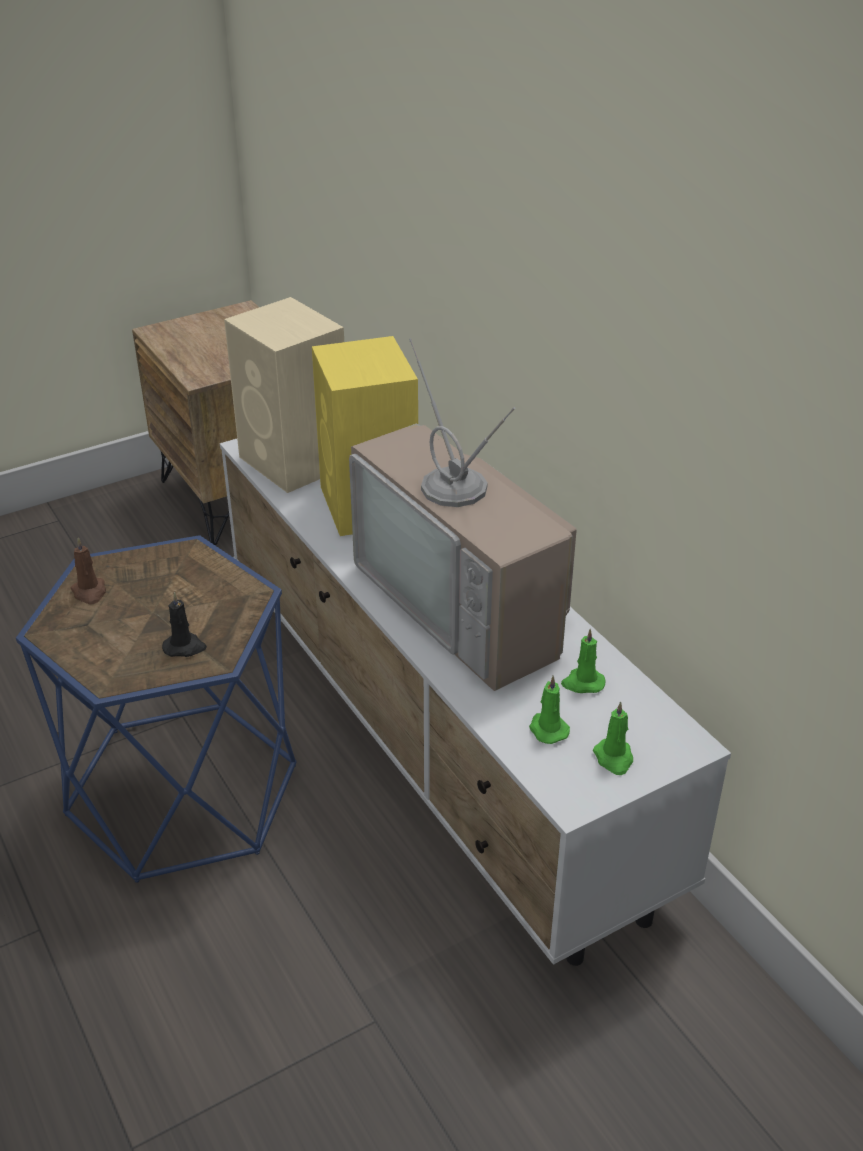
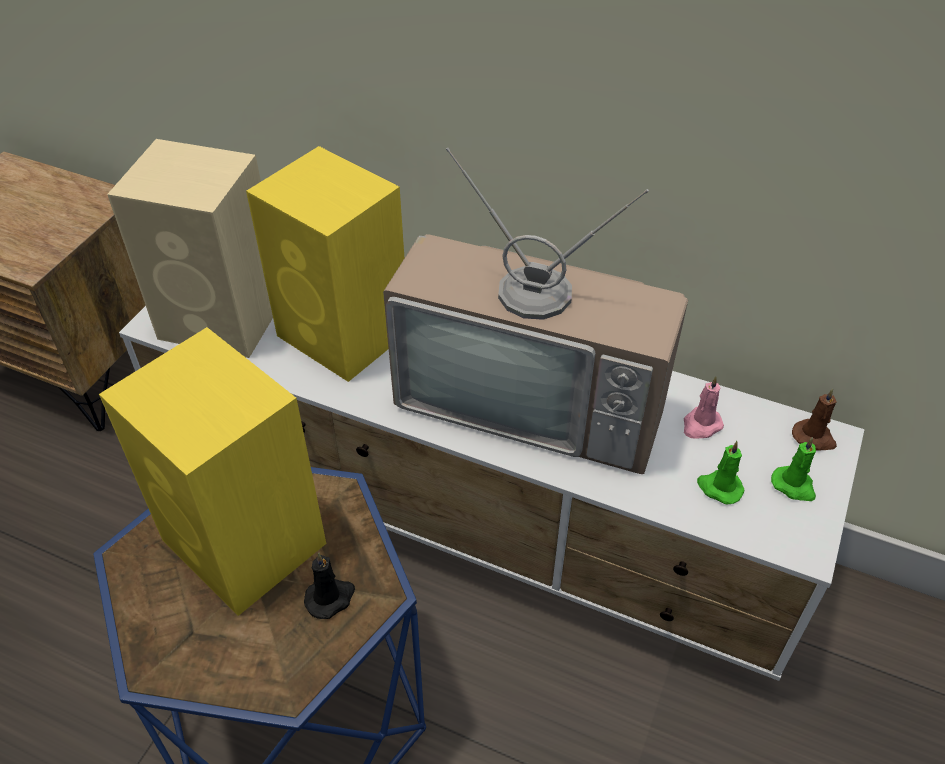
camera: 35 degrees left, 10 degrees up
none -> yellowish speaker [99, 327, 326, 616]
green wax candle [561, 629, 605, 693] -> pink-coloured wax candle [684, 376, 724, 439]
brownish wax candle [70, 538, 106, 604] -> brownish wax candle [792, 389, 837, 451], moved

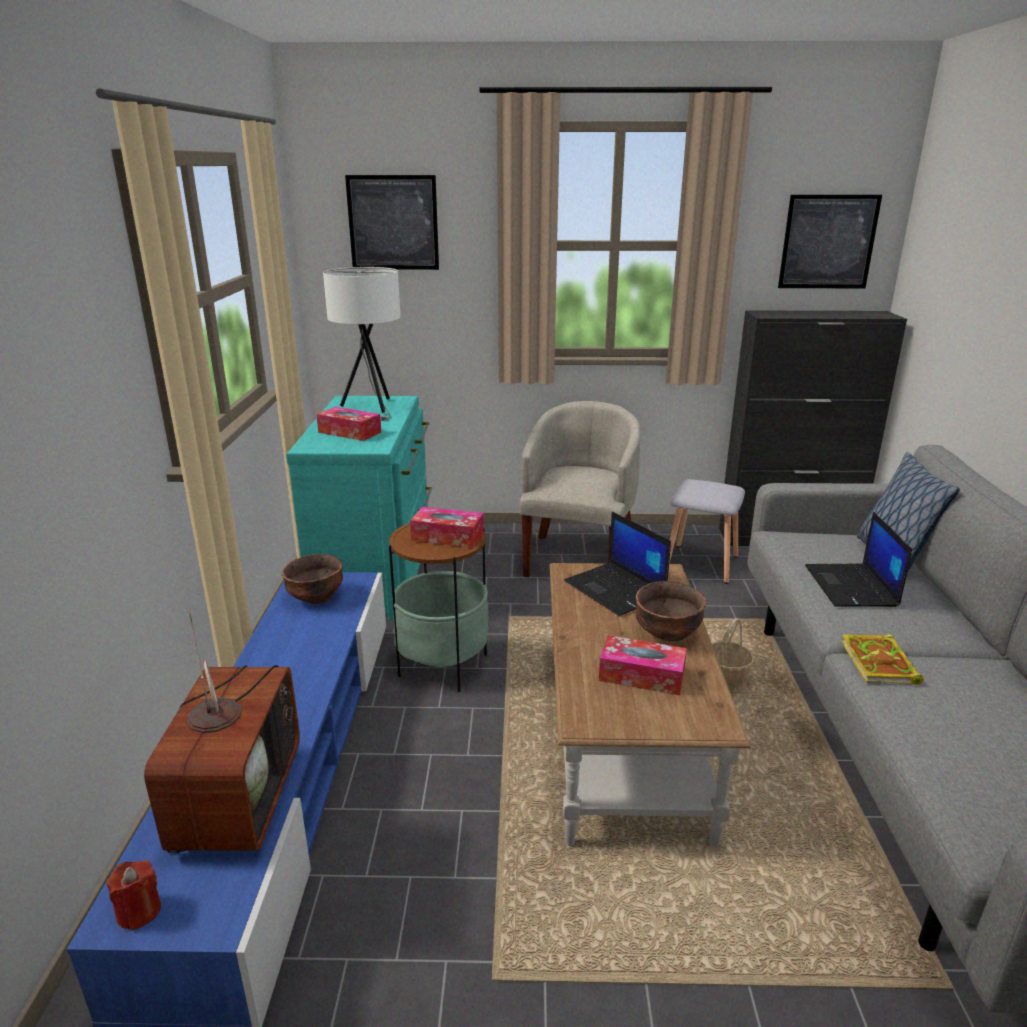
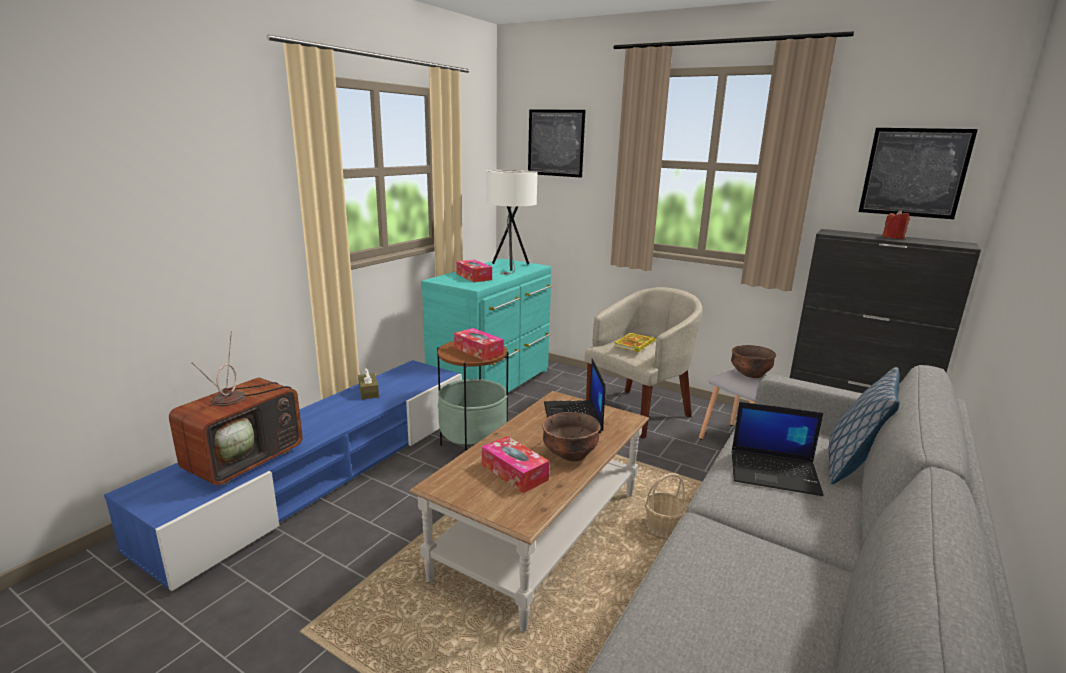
camera: 30 degrees right, 5 degrees down
none -> brownish tissue box [358, 367, 379, 400]
volume [841, 634, 924, 685] -> volume [614, 333, 655, 352], moved
brownish deep dish [282, 554, 343, 604] -> brownish deep dish [731, 345, 776, 378], moved
laptop [805, 512, 912, 607] -> laptop [731, 402, 824, 496], 105 degrees counterclockwise
red wax candle [107, 860, 161, 931] -> red wax candle [882, 210, 910, 239], moved

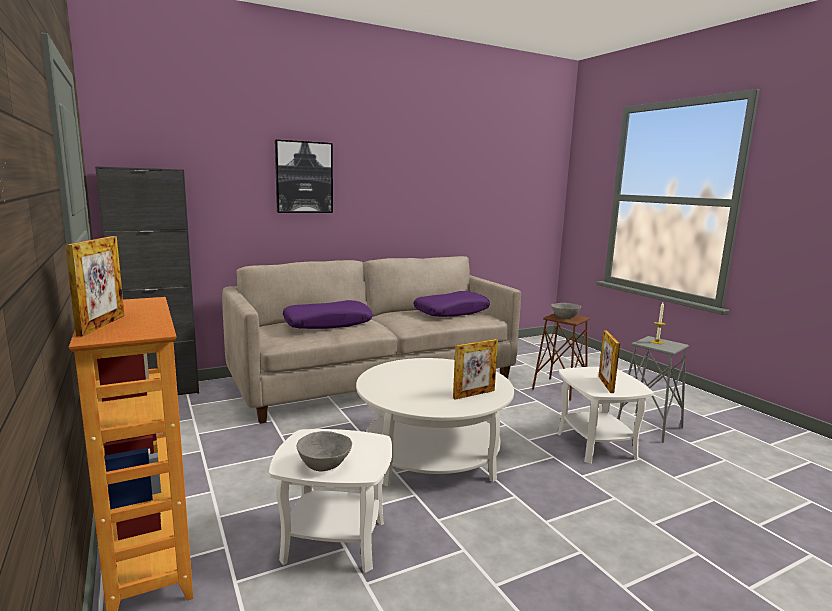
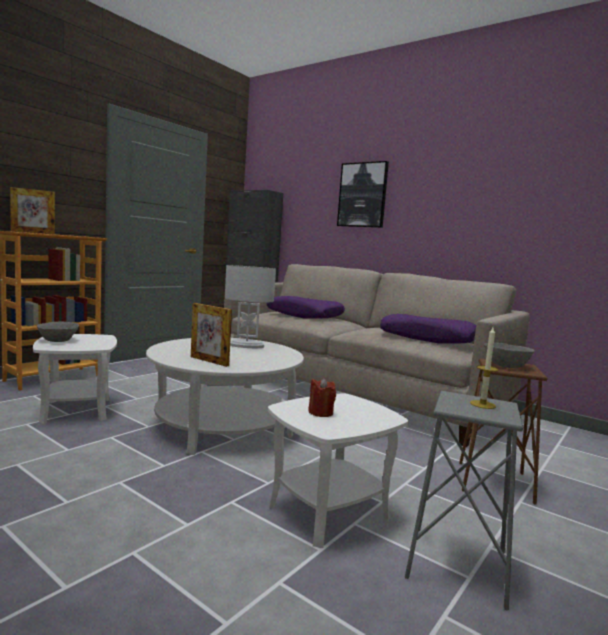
camera: 65 degrees right, 5 degrees down
none -> whitish table lamp [225, 265, 276, 348]
picture frame [598, 331, 620, 393] -> red wax candle [308, 378, 336, 417]

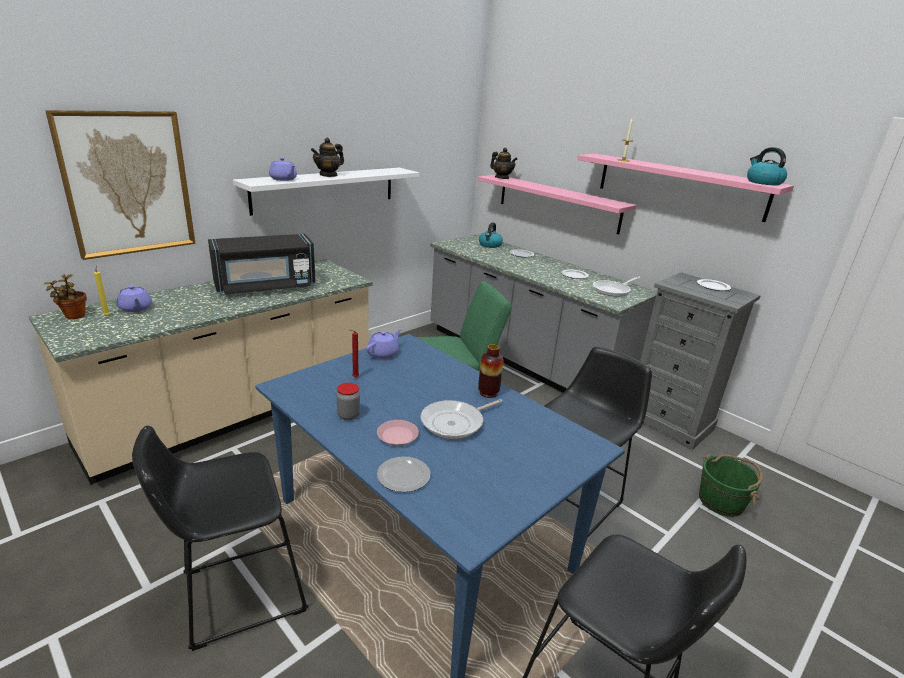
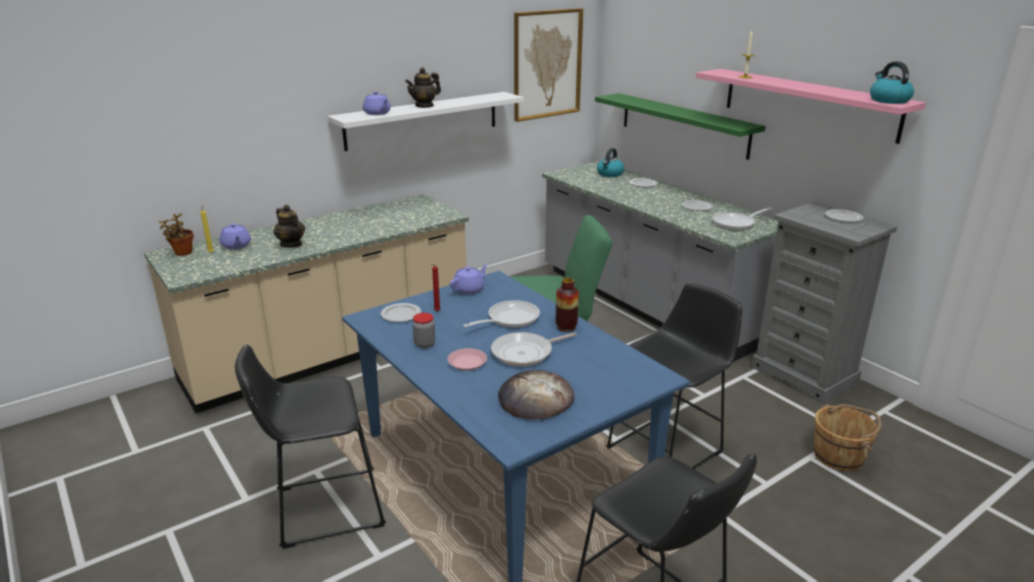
camera: 10 degrees right, 0 degrees up
tea pot [490, 148, 517, 179] -> tea pot [274, 205, 305, 248], moved
dinner plate [377, 456, 430, 492] -> dinner plate [381, 303, 421, 322], moved
none -> frying pan [463, 300, 540, 328]
none -> baked bread [498, 370, 575, 420]
wall picture [45, 110, 196, 260] -> wall picture [514, 8, 583, 122], moved
pink-coloured wall shelf [478, 175, 637, 235] -> green wall shelf [595, 93, 766, 160]
green water bucket [699, 454, 763, 517] -> brownish water bucket [814, 404, 882, 471]
black microwave oven [208, 234, 316, 294] -> none

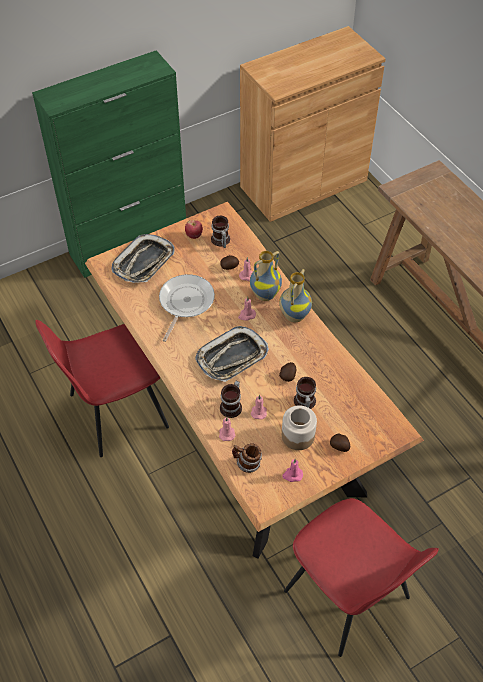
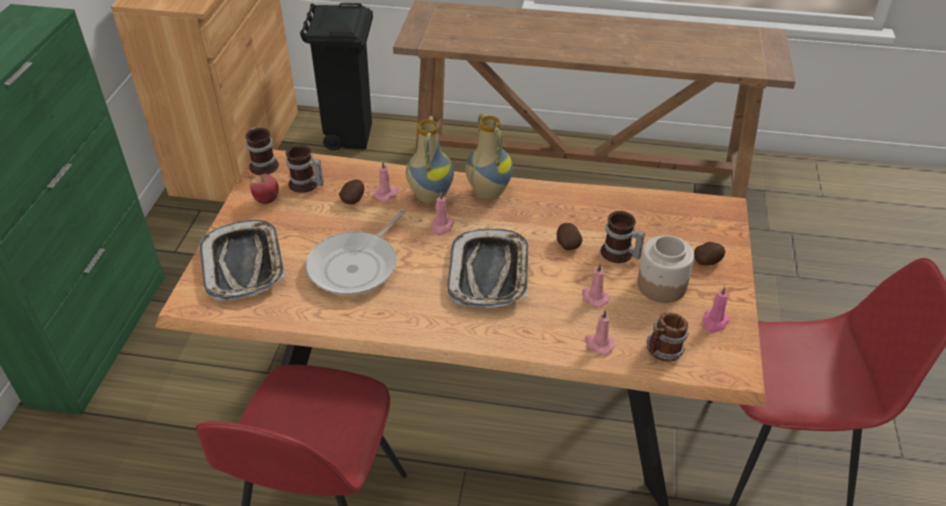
camera: 50 degrees left, 10 degrees down
mug [220, 381, 242, 418] -> mug [245, 127, 279, 175], moved
none -> black rubbish bin [300, 3, 373, 151]
frying pan [159, 274, 215, 342] -> frying pan [306, 209, 406, 295], 120 degrees counterclockwise

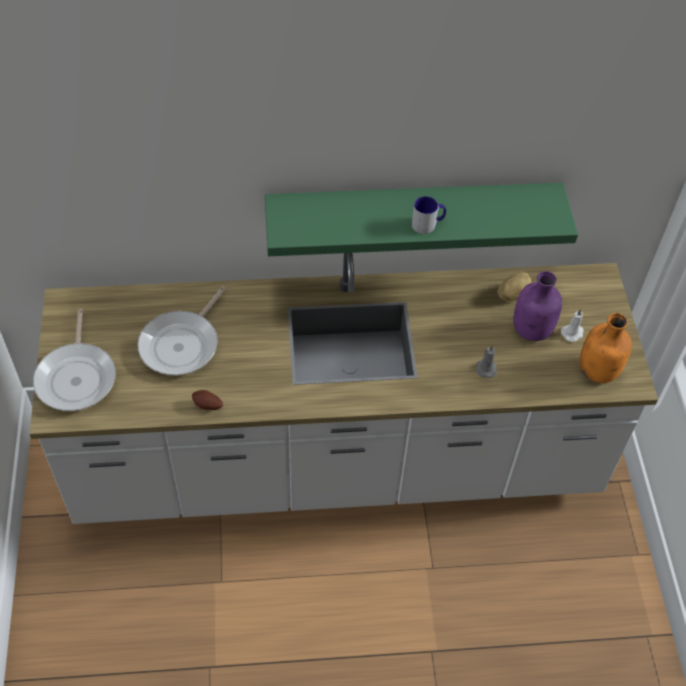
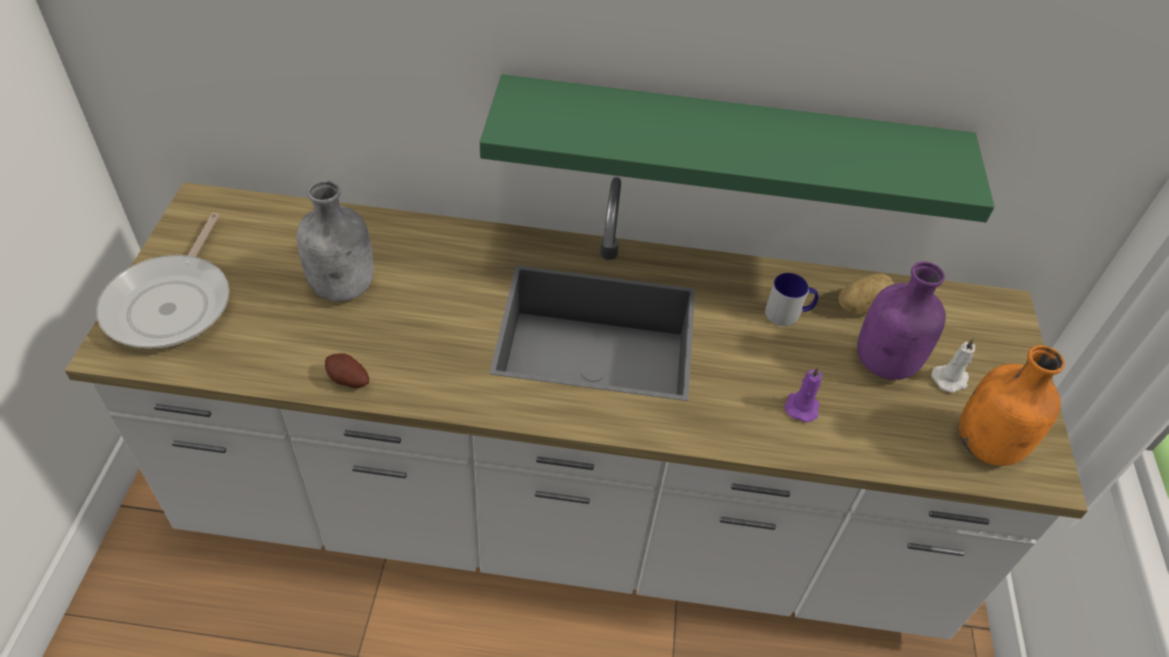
camera: 10 degrees right, 5 degrees down
frying pan [138, 286, 226, 375] -> gray beverage bottle [296, 180, 373, 301]
mug [412, 196, 446, 234] -> mug [765, 273, 818, 326], moved
gray wax candle [476, 345, 497, 378] -> purple wax candle [784, 365, 822, 422]

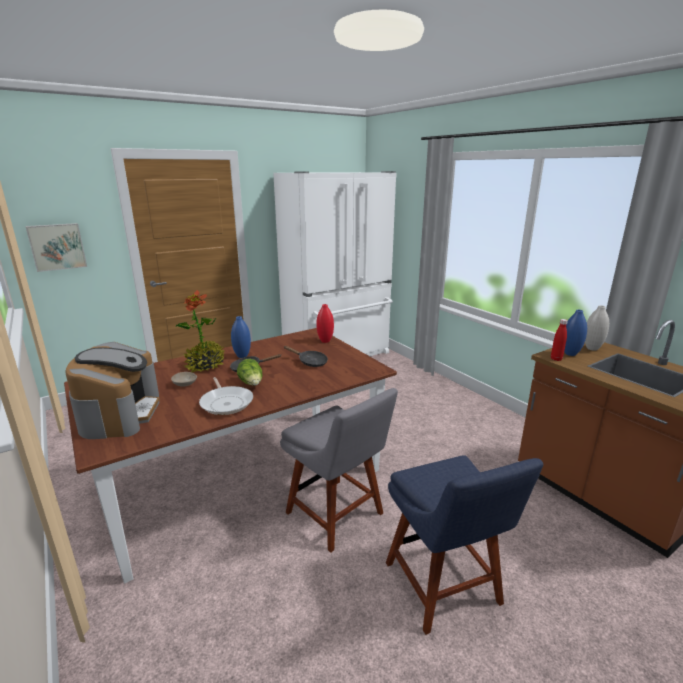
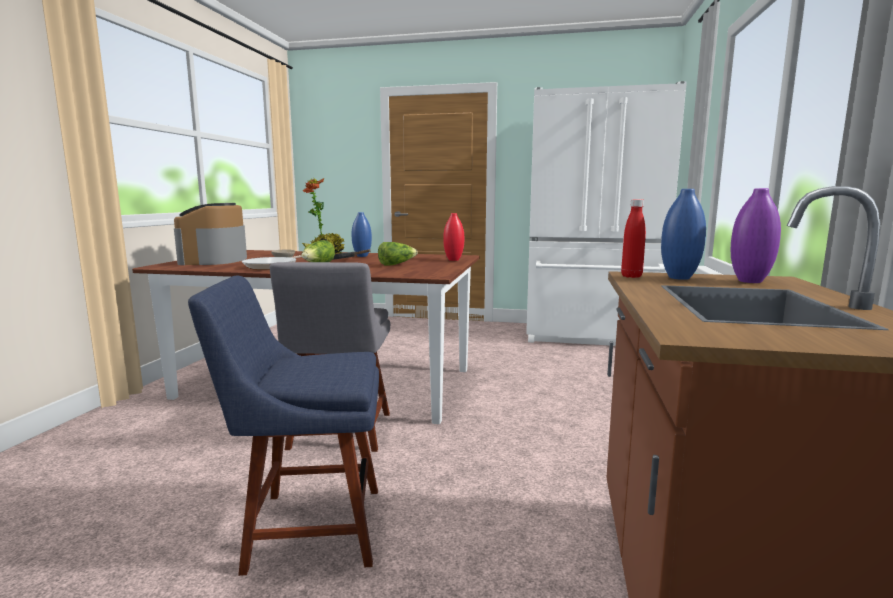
camera: 45 degrees right, 10 degrees down
coffee brewer [65, 342, 160, 439] -> coffee brewer [174, 203, 247, 265], 135 degrees clockwise
blue-coloured upright chair [386, 455, 543, 635] -> blue-coloured upright chair [188, 276, 379, 576], 60 degrees clockwise
black frying pan [284, 346, 328, 367] -> head of lettuce [378, 242, 418, 266]
whitish decorative vase [585, 305, 609, 351] -> purple decorative vase [731, 188, 781, 283]
wall picture [26, 223, 87, 272] -> none

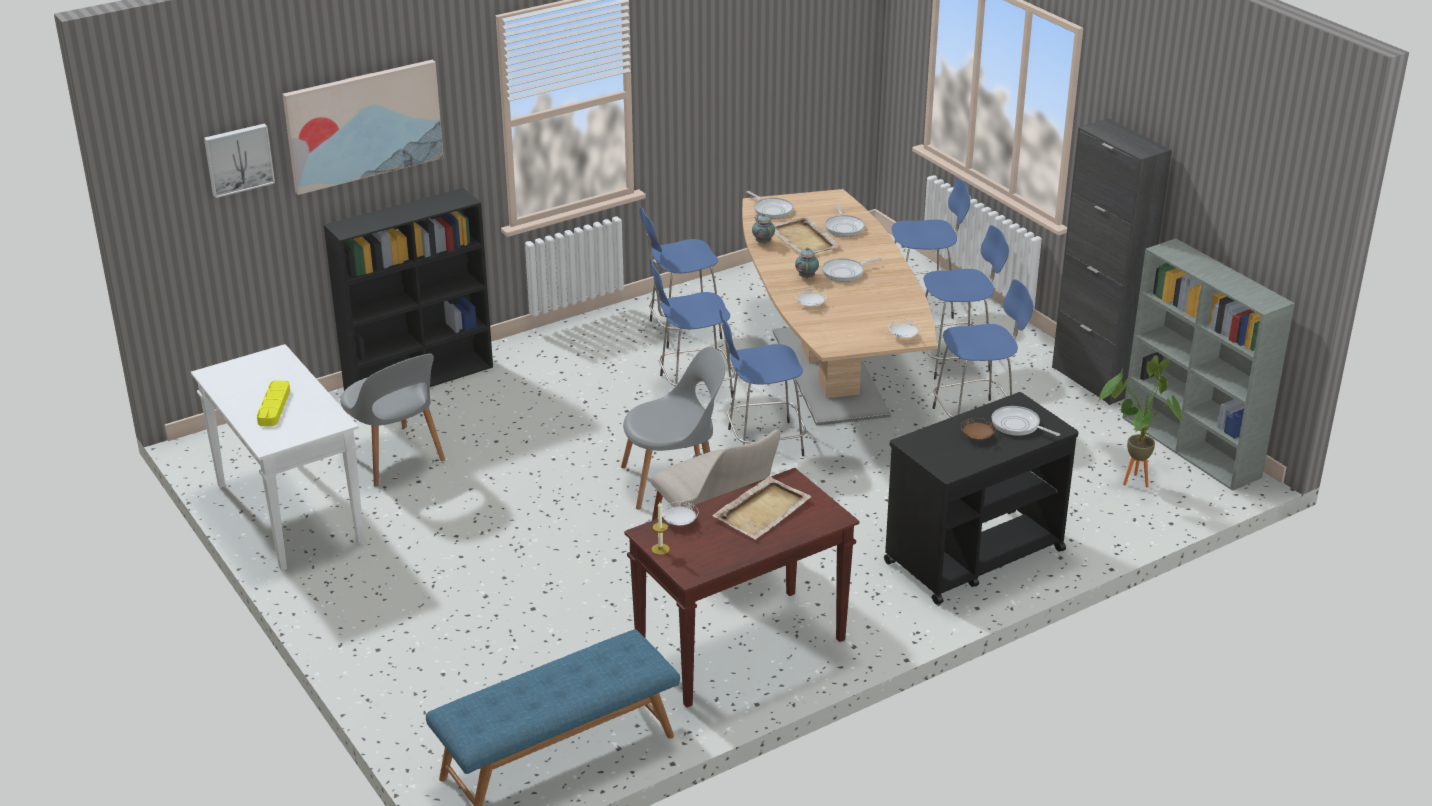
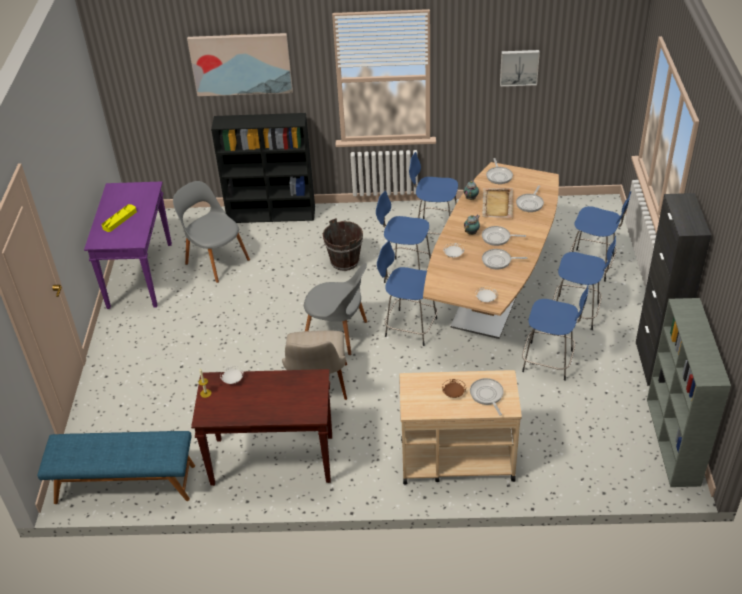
camera: 35 degrees right, 10 degrees up
whitish narrow table [191, 344, 364, 571] -> purple narrow table [84, 181, 172, 309]
gray upright chair [340, 354, 445, 487] -> gray upright chair [173, 181, 250, 283], 135 degrees clockwise
none -> brownish water bucket [323, 218, 363, 271]
black cart [884, 392, 1079, 604] -> beige cart [399, 370, 522, 484]
none -> frying pan [482, 249, 527, 270]
wall picture [204, 124, 275, 198] -> wall picture [500, 50, 540, 87], moved
beige serving tray [712, 476, 812, 540] -> none
potted plant [1098, 356, 1182, 488] -> none

